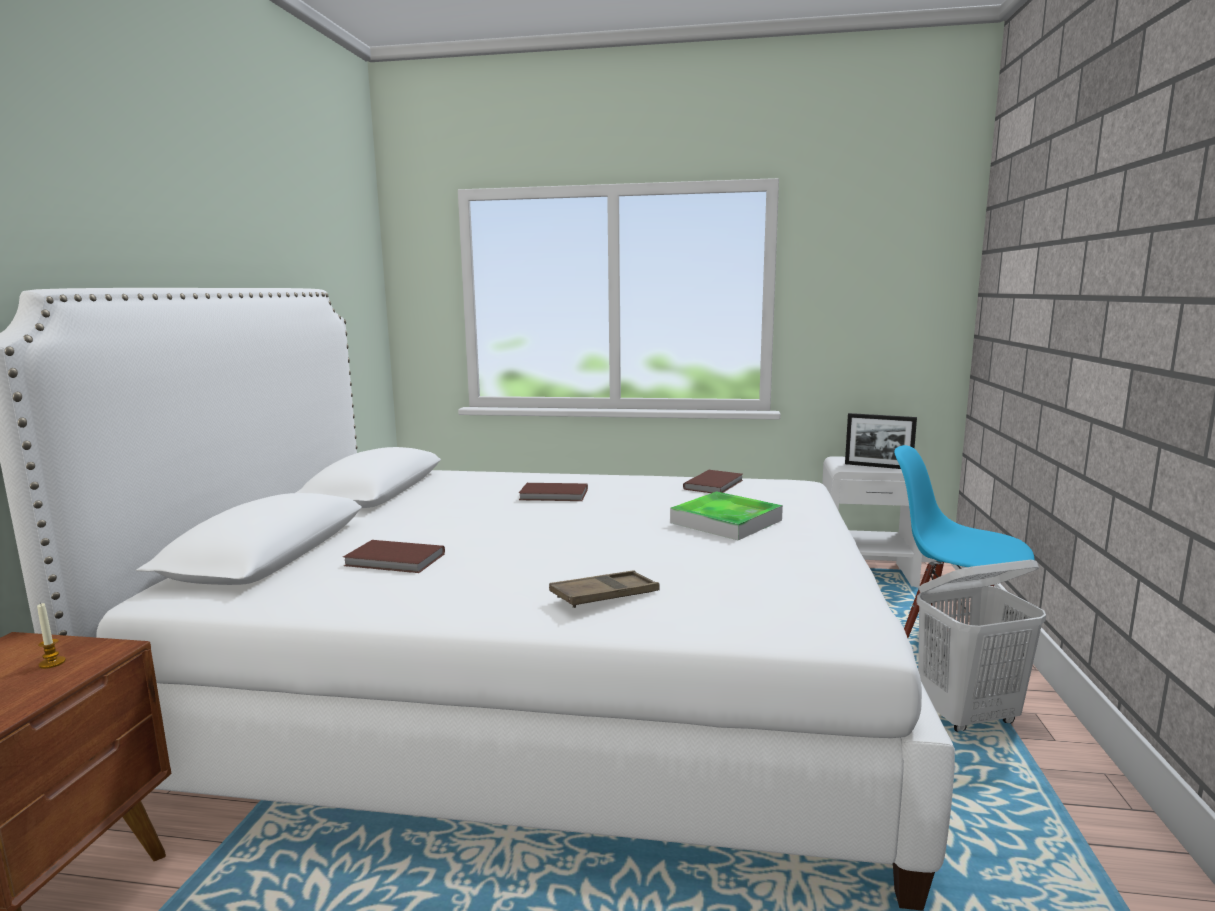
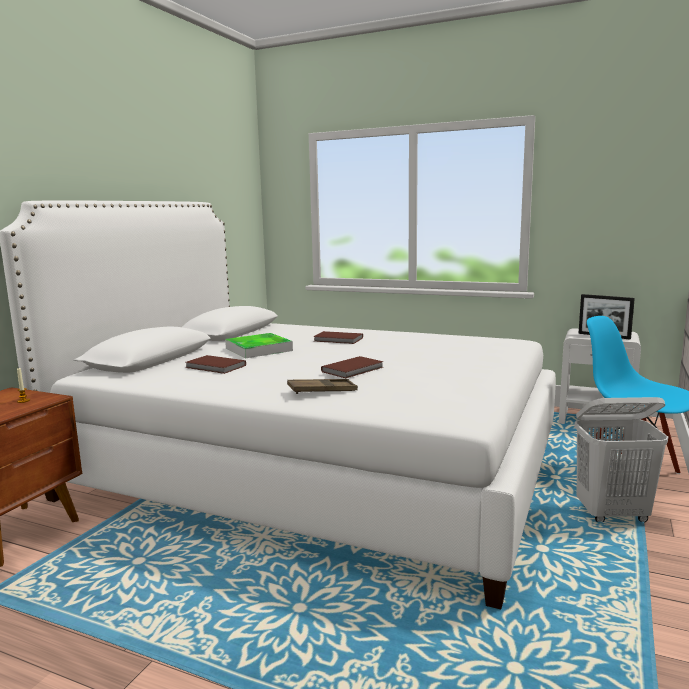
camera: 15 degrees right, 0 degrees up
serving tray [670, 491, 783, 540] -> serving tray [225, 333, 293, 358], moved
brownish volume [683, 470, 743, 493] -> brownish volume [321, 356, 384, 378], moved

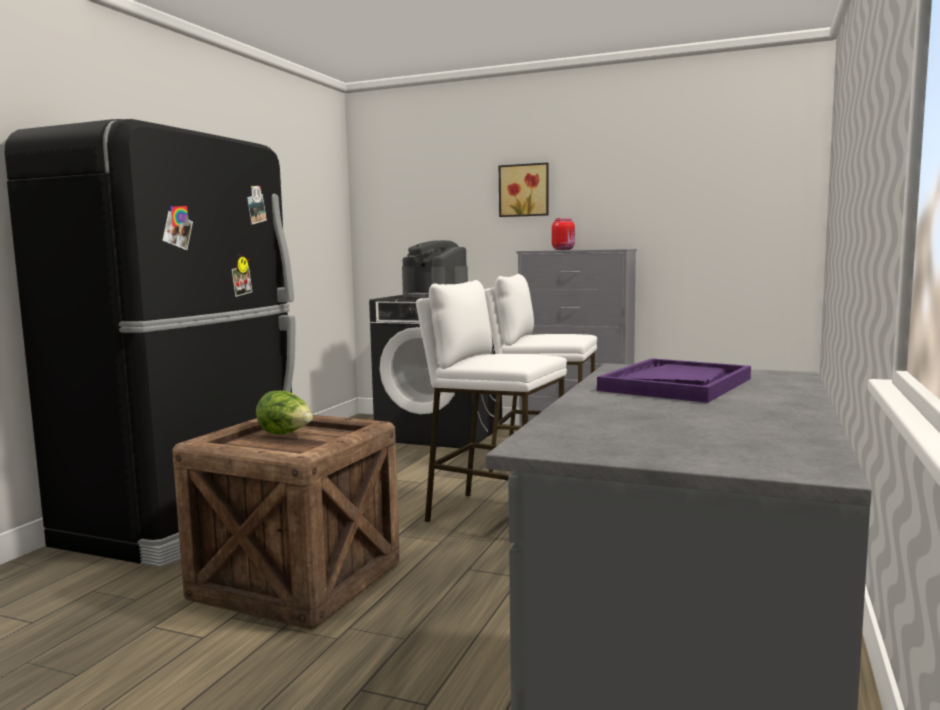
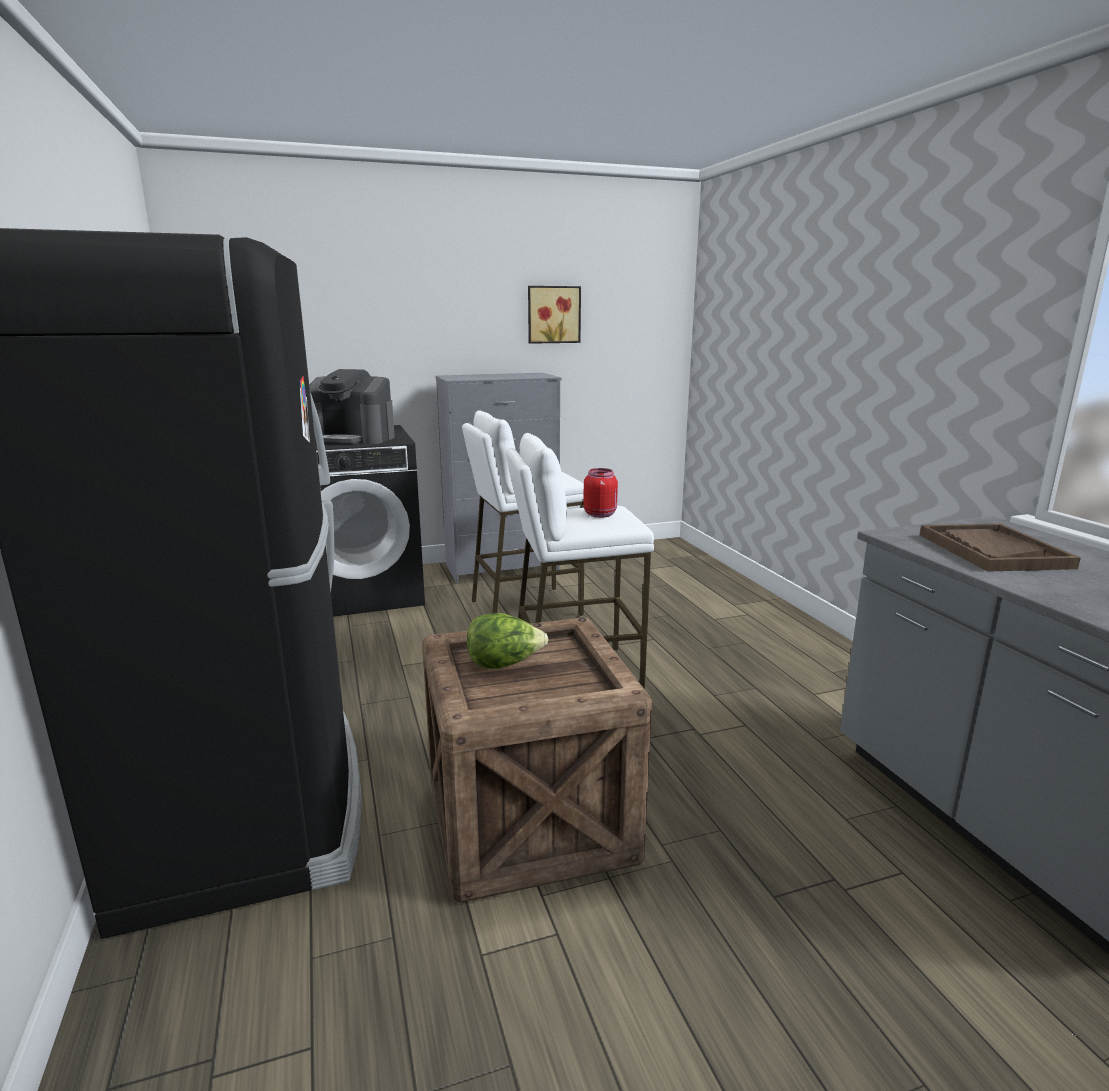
camera: 40 degrees left, 10 degrees up
wall picture [499, 163, 549, 217] -> wall picture [528, 286, 581, 344], moved
red jar [552, 218, 575, 250] -> red jar [583, 468, 618, 518], moved
purple serving tray [597, 358, 751, 403] -> brownish serving tray [920, 524, 1081, 572]

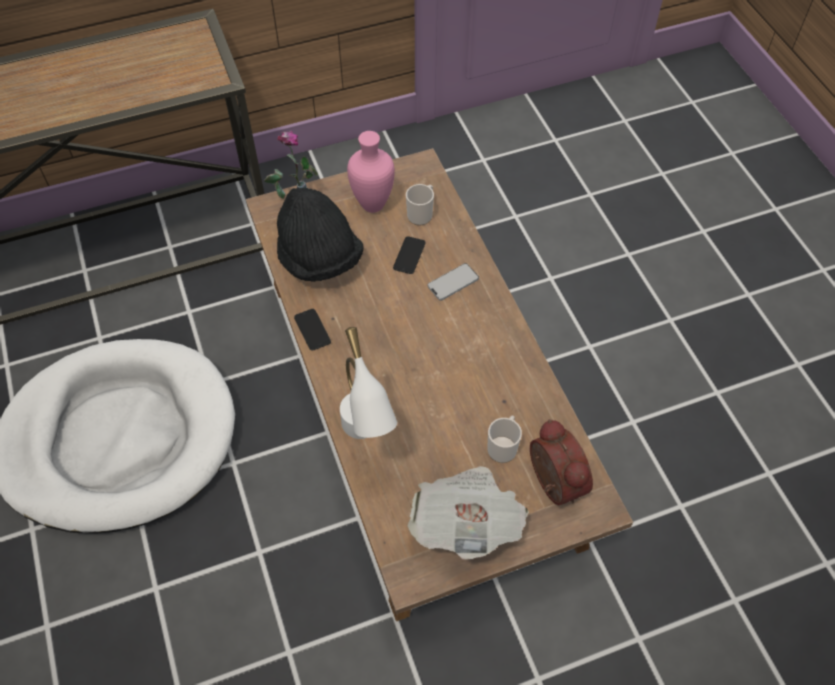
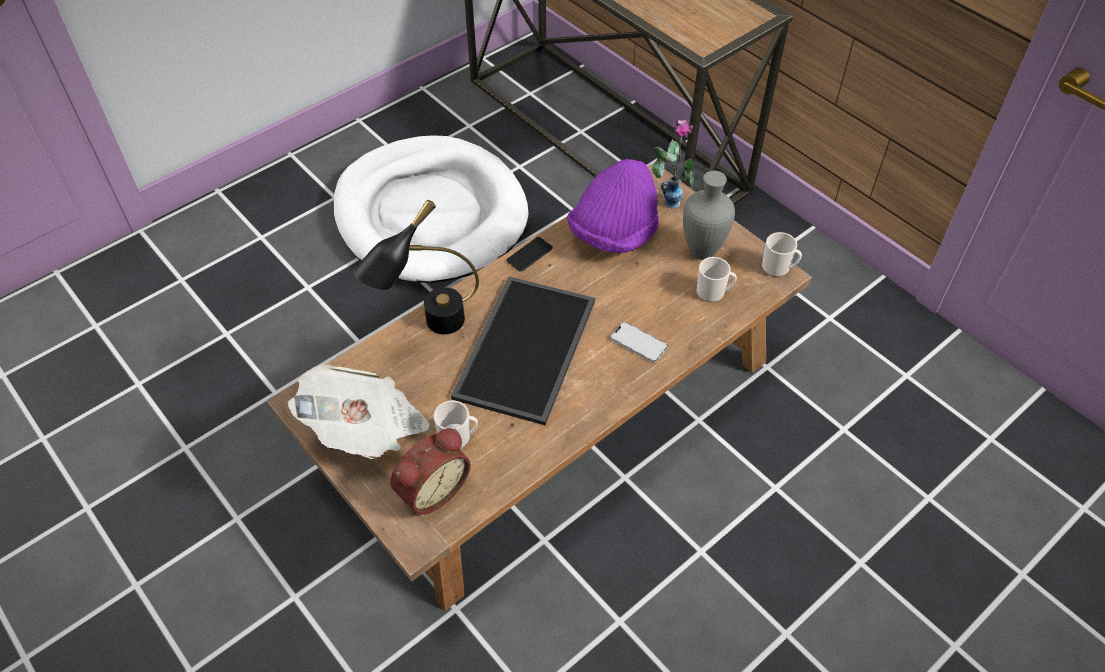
camera: 70 degrees right, 5 degrees down
whitish table lamp [340, 327, 397, 439] -> black table lamp [353, 200, 479, 334]
none -> serving tray [451, 277, 595, 425]
black clothing hat [277, 188, 364, 282] -> purple clothing hat [567, 159, 659, 253]
pink-coloured decorative vase [347, 131, 395, 213] -> gray decorative vase [683, 171, 735, 260]
none -> mug [762, 232, 802, 277]
phone [393, 236, 426, 274] -> none

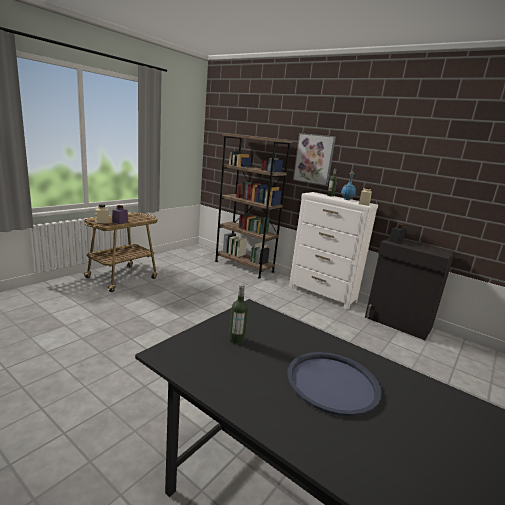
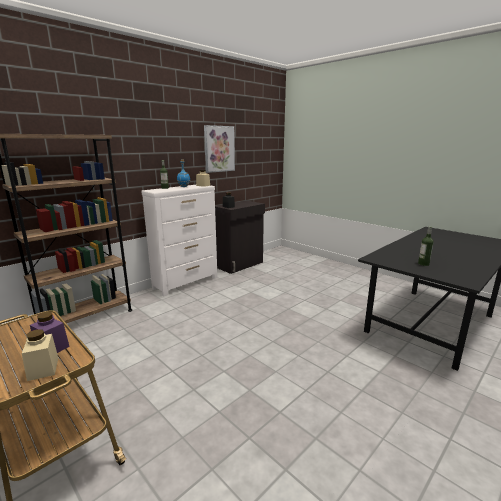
camera: 80 degrees left, 0 degrees up
wall picture [293, 133, 336, 186] -> wall picture [204, 125, 235, 173], moved
blue-coloured serving tray [287, 352, 381, 416] -> none

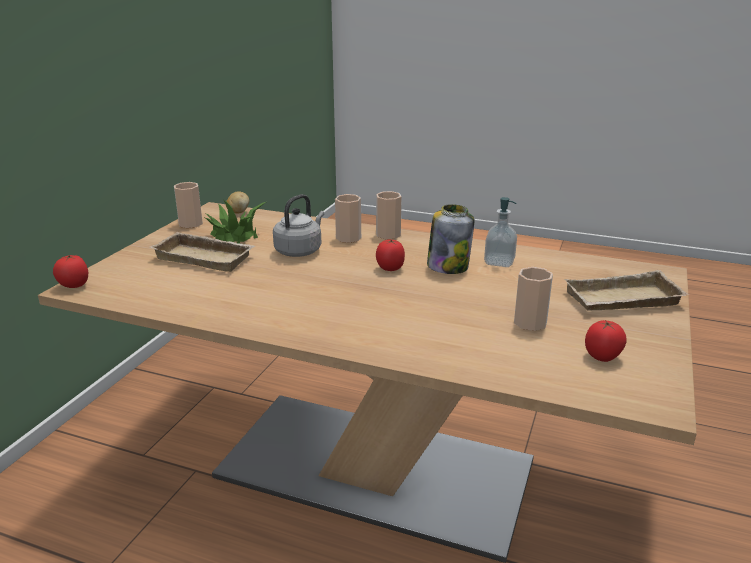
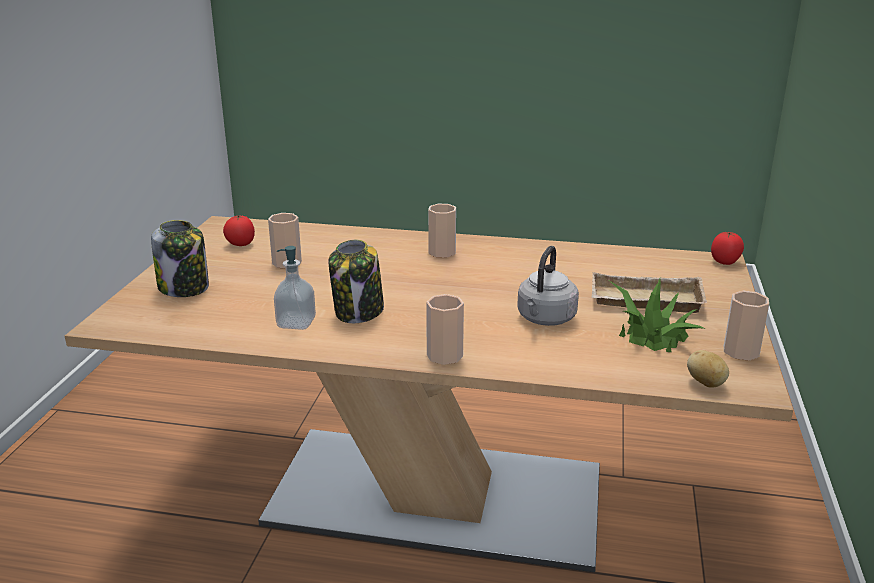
camera: 170 degrees right, 0 degrees up
beige serving tray [564, 270, 689, 310] -> jar [151, 220, 209, 297]
cup [335, 194, 361, 243] -> cup [428, 204, 456, 258], moved
fresh tomato [376, 239, 405, 271] -> none

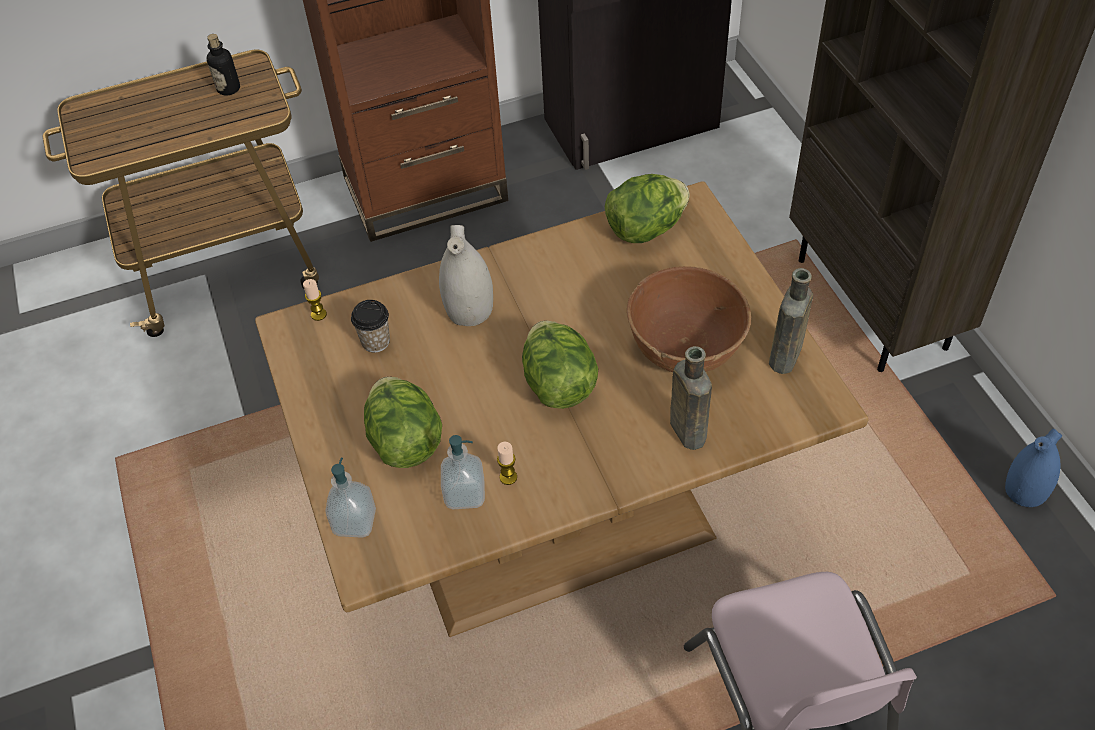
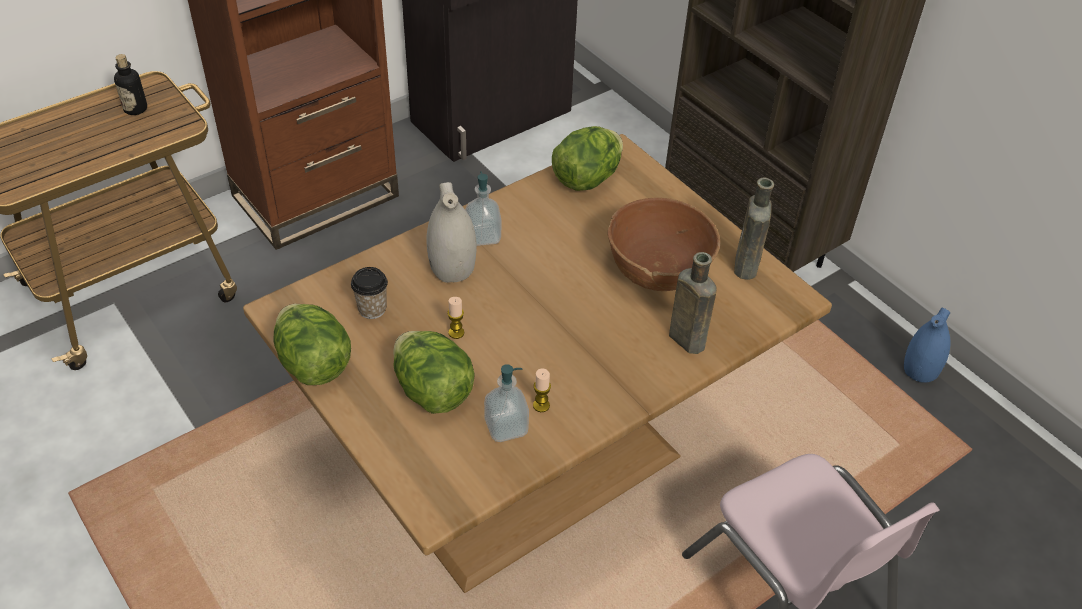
camera: 20 degrees left, 5 degrees down
head of lettuce [522, 320, 598, 409] -> head of lettuce [273, 304, 351, 385], moved
wax candle [303, 279, 327, 321] -> wax candle [447, 297, 464, 339], moved
soap dispenser [326, 458, 376, 538] -> soap dispenser [465, 171, 501, 246], moved

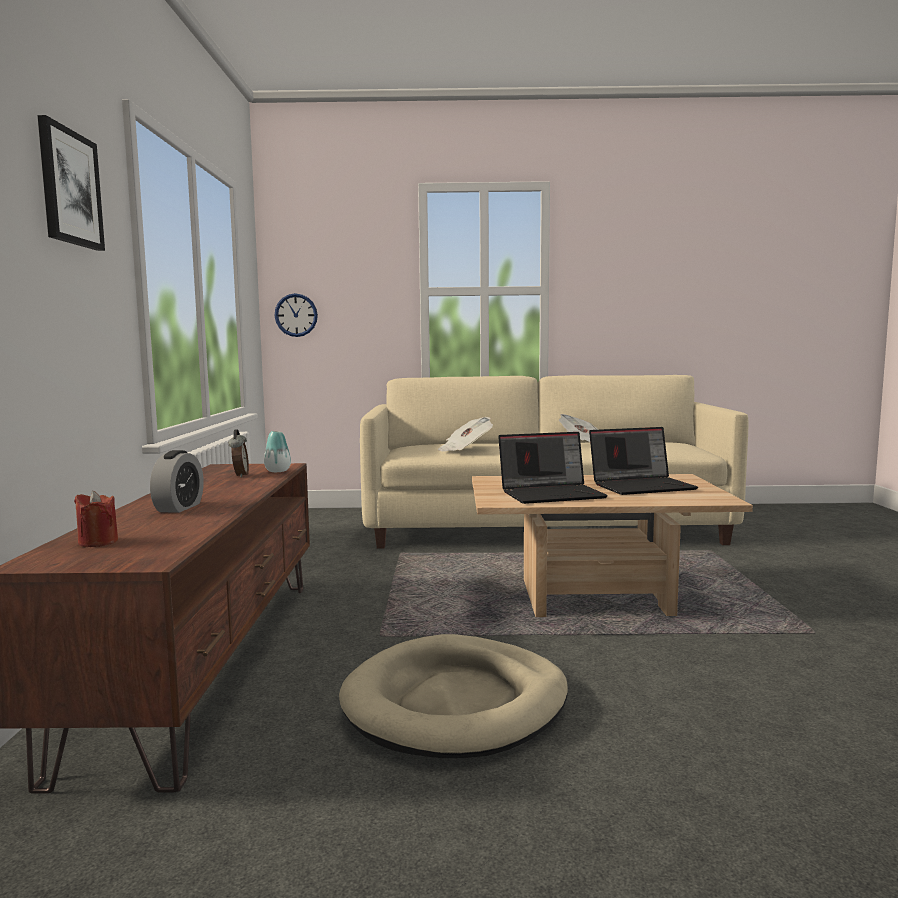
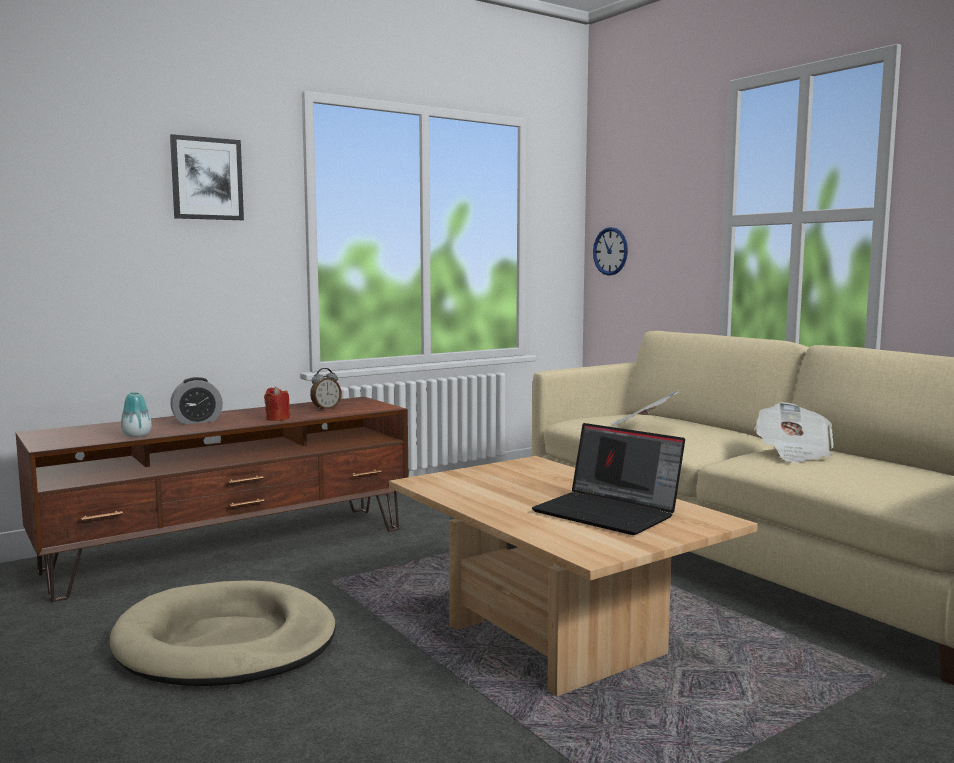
camera: 55 degrees right, 0 degrees up
decorative vase [264, 431, 291, 472] -> decorative vase [121, 392, 152, 437], moved
red wax candle [74, 491, 118, 547] -> red wax candle [264, 386, 290, 421], moved
laptop [498, 432, 608, 504] -> none

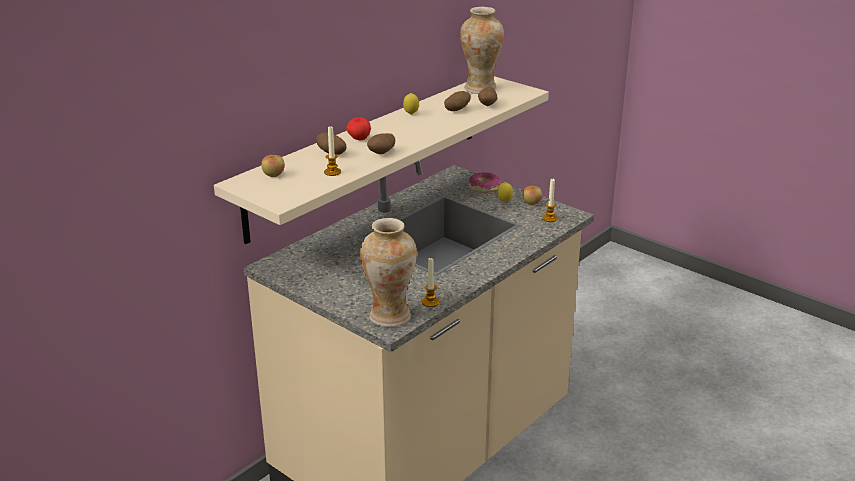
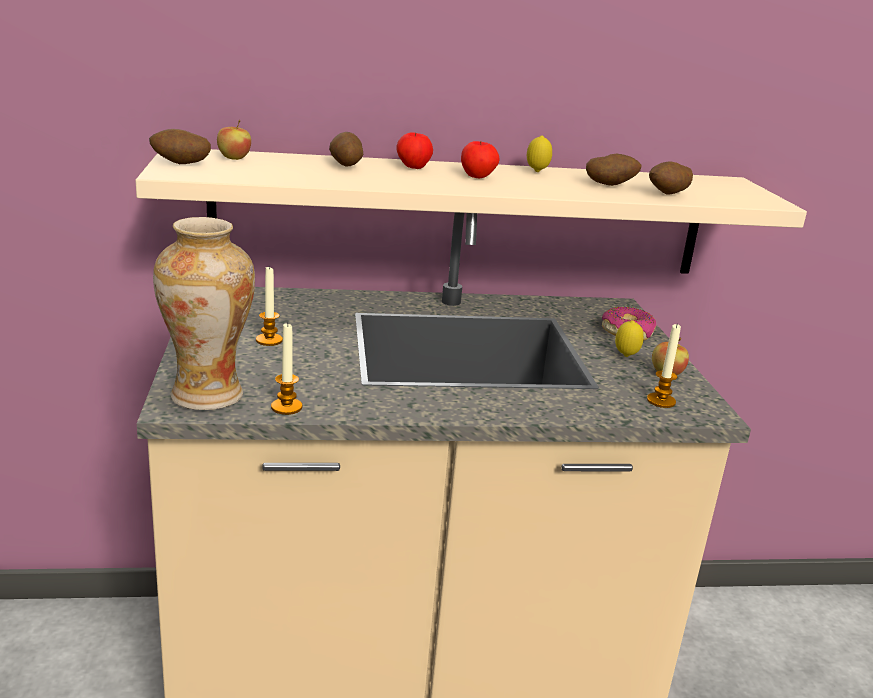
camera: 40 degrees right, 5 degrees down
potato [367, 133, 395, 154] -> potato [149, 129, 211, 164], moved
wax candle [324, 126, 341, 176] -> wax candle [256, 265, 283, 346], moved
none -> apple [461, 141, 500, 178]
decorative vase [460, 7, 504, 94] -> none

